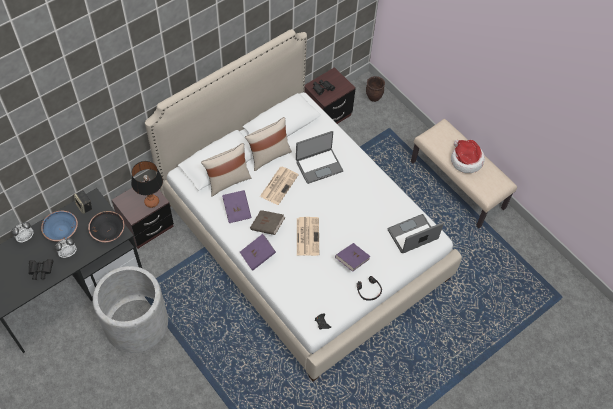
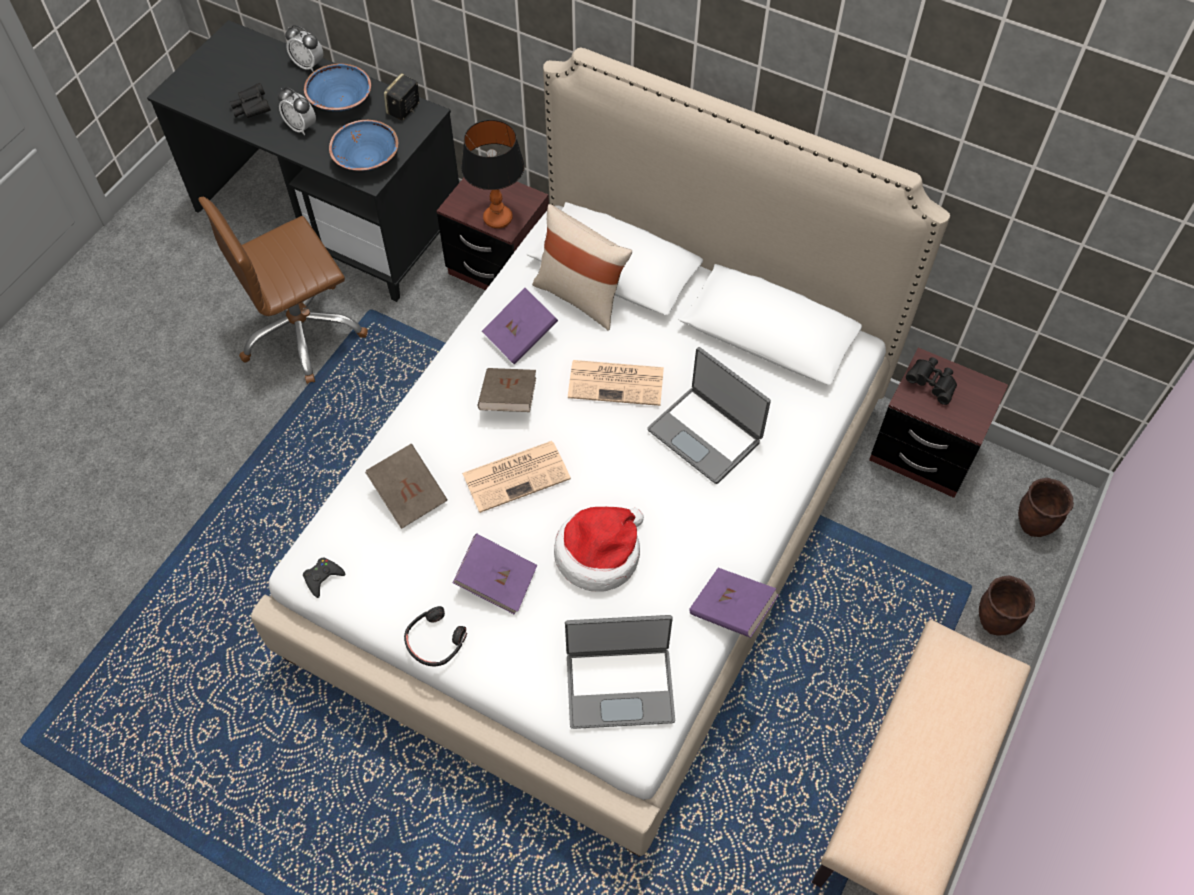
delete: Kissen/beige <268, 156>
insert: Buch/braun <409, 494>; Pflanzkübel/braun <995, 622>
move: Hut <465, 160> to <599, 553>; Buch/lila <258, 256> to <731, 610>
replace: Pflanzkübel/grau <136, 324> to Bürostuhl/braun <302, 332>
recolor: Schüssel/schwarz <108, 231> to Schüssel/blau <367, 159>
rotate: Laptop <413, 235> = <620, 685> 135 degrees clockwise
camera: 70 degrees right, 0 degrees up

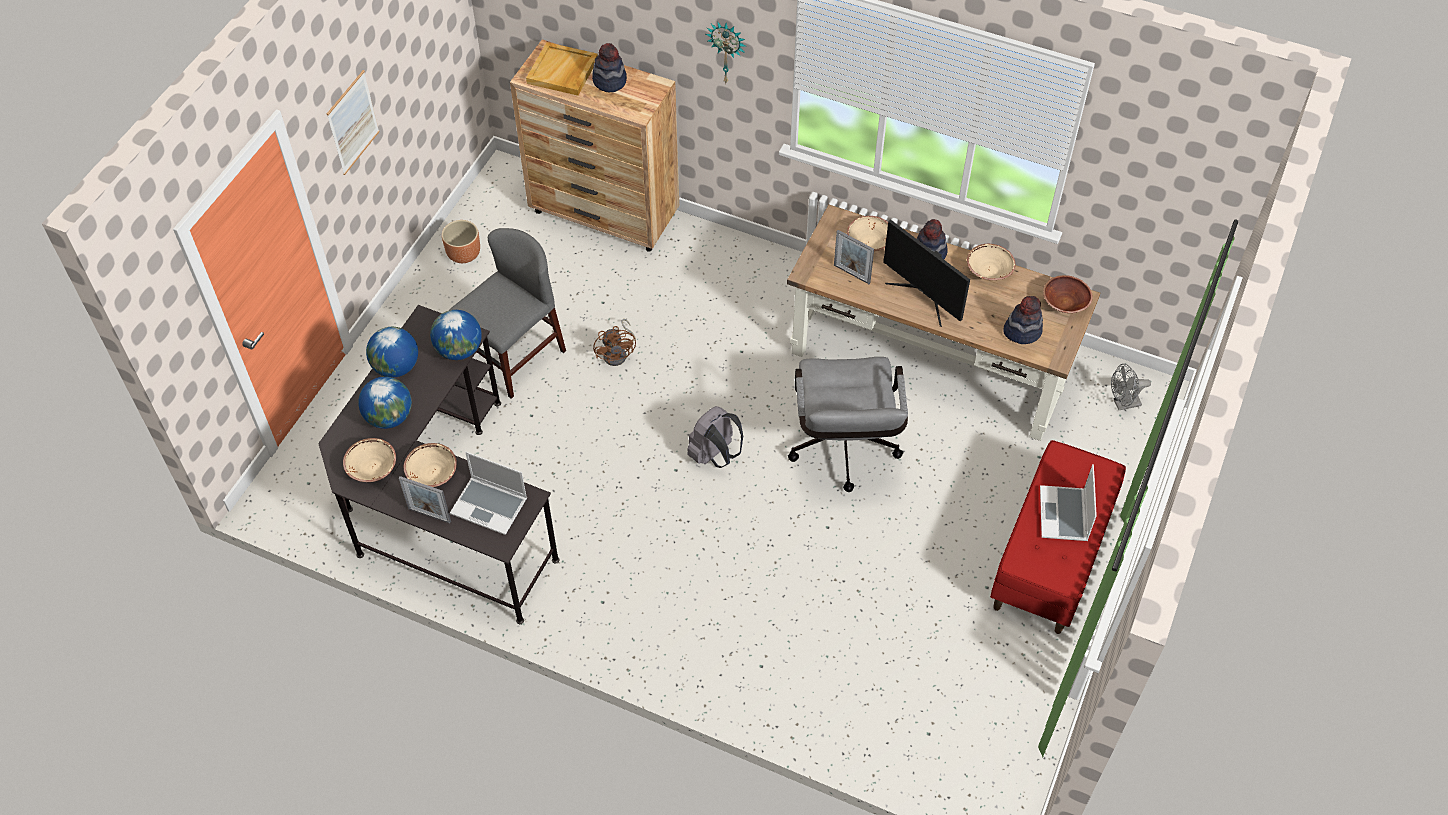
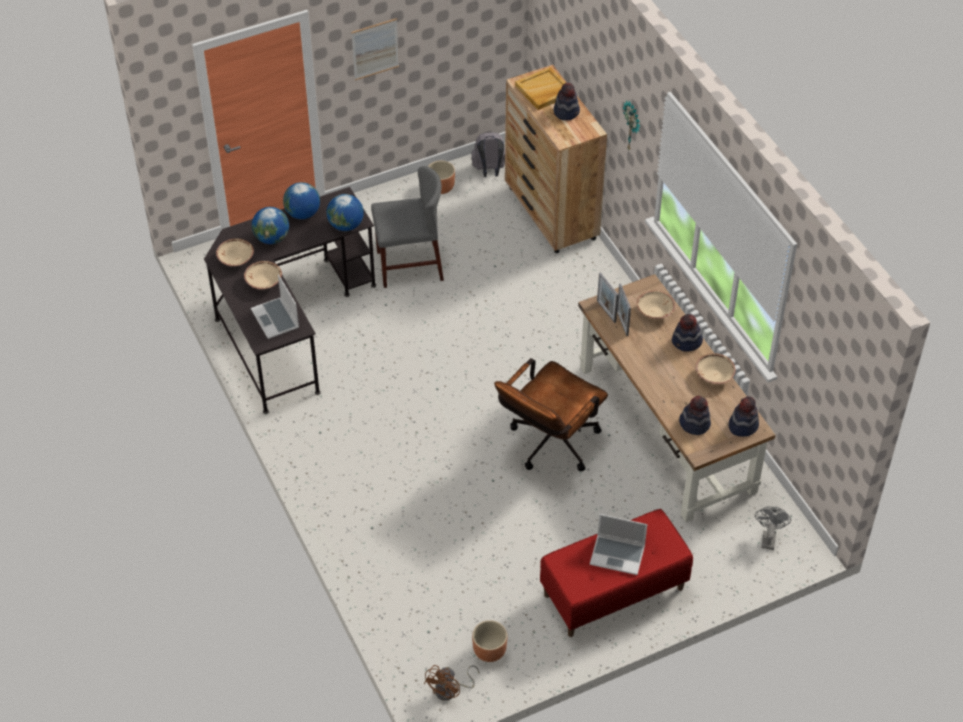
delete: Monitor <924, 296>
insert: Pflanzkübel/braun <489, 651>
move: Ventilator/braun <618, 353> to <450, 690>; Rucksack/grau <715, 455> to <489, 170>; Bilderrahmen <429, 515> to <606, 311>
replace: Schüssel/braun <1064, 303> to Hut <742, 425>
recolor: Bürostuhl/grau <843, 453> to Bürostuhl/braun <549, 446>
rotate: Ventilator/grau <1123, 404> = <768, 537> 75 degrees clockwise; Laptop <1064, 515> = <618, 555> 120 degrees counterclockwise
camera: 40 degrees right, 5 degrees down

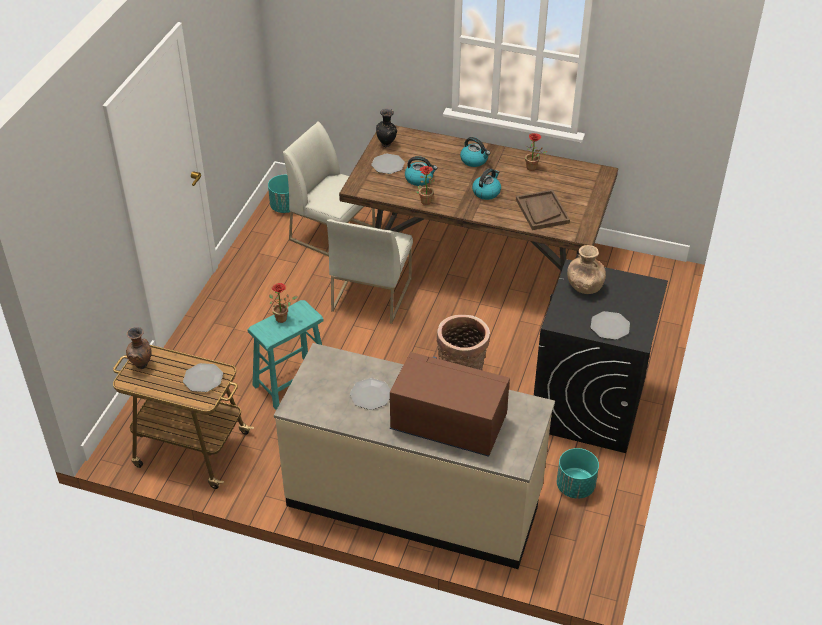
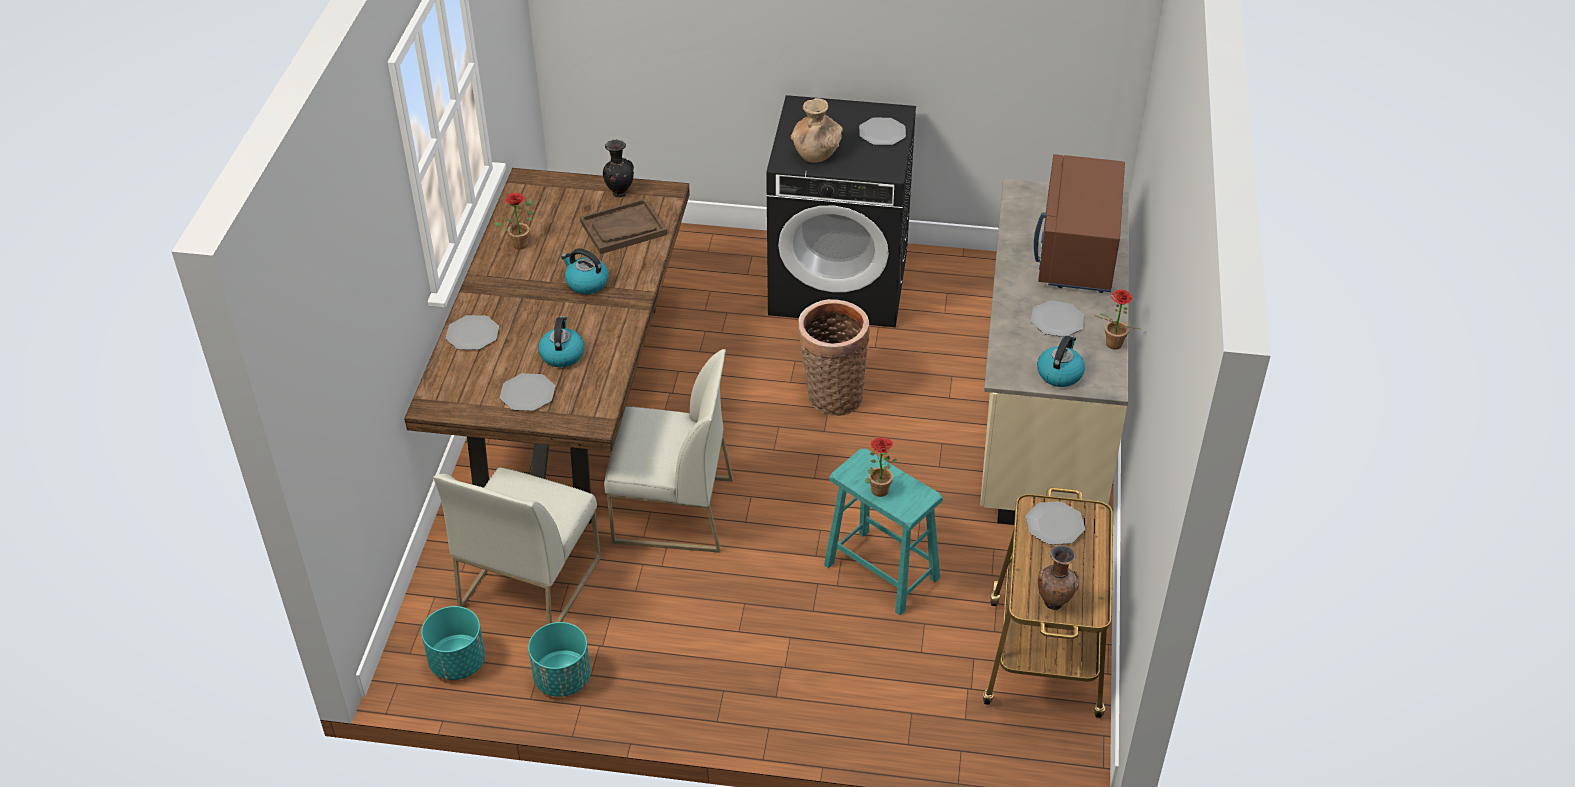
insert: Teller <472, 334>
move: Vase/schwarz <387, 144> to <619, 193>; Wasserkessel <474, 160> to <1059, 373>; Topfpflanze <425, 200> to <1111, 345>; Pflanzkübel/türkis <575, 487> to <563, 678>
camera: 100 degrees left, 0 degrees up

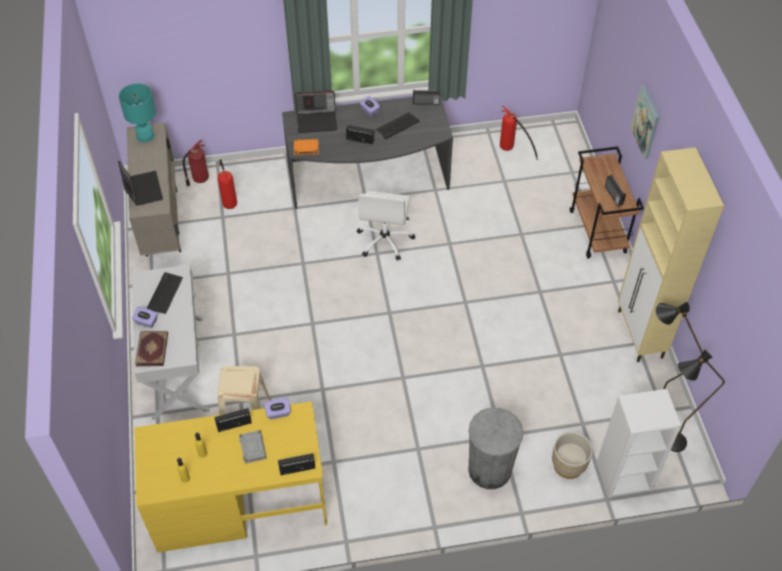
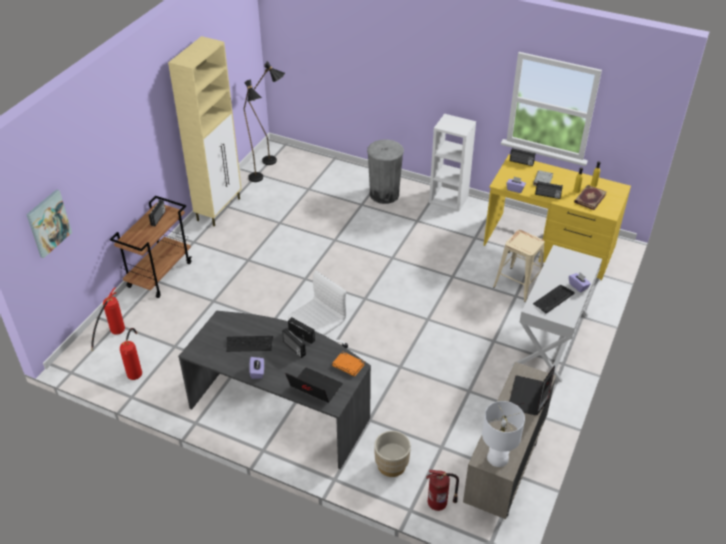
move: Bild <646, 122> to <48, 223>; Radio <426, 103> to <302, 335>; Feuerlöscher <228, 198> to <113, 336>; Buch <153, 349> to <589, 198>; Bücherregal/weiß <623, 476> to <449, 199>; Pflanzkübel/beige <568, 465> to <391, 465>
recolor: Tischlampe/türkis <145, 135> to Tischlampe/weiß <497, 458>
camera: 145 degrees left, 10 degrees down

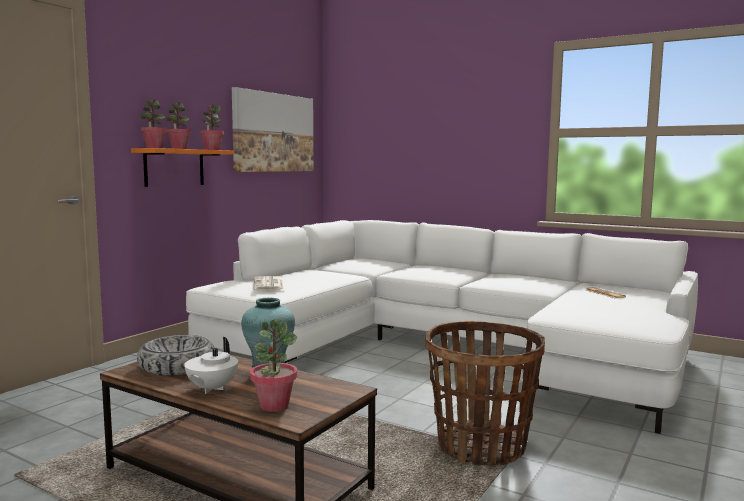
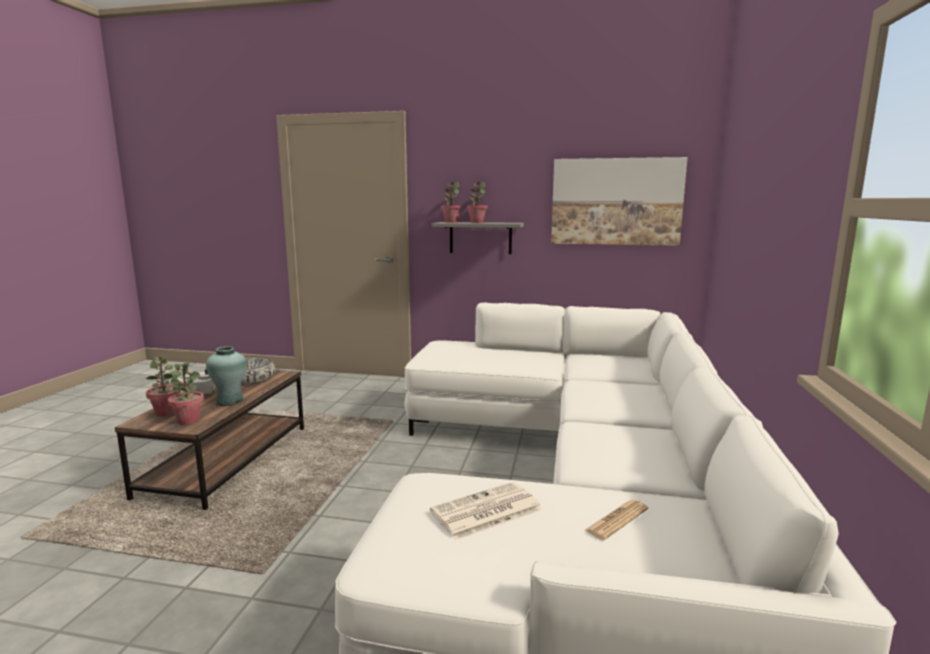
delete: Korb <481, 447>
move: Topfpflanze <212, 149> to <188, 420>; Zeitung <268, 285> to <485, 512>
recolor: Wandregal/orange <174, 167> to Wandregal/grau <480, 238>
camera: 70 degrees right, 5 degrees up

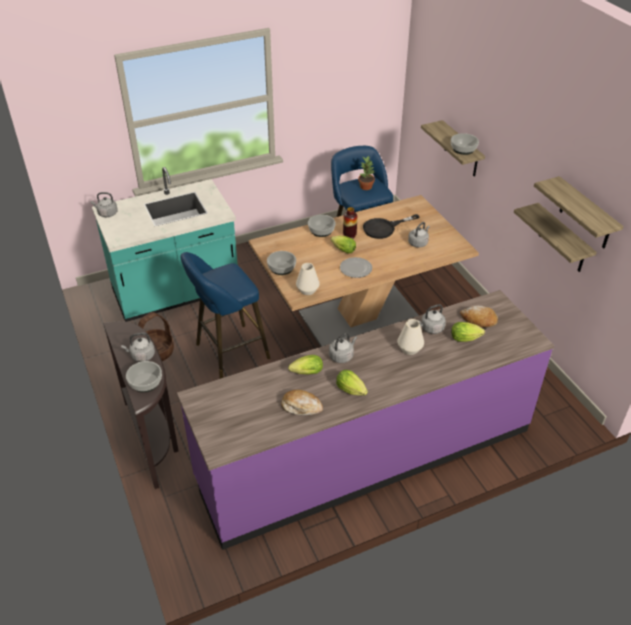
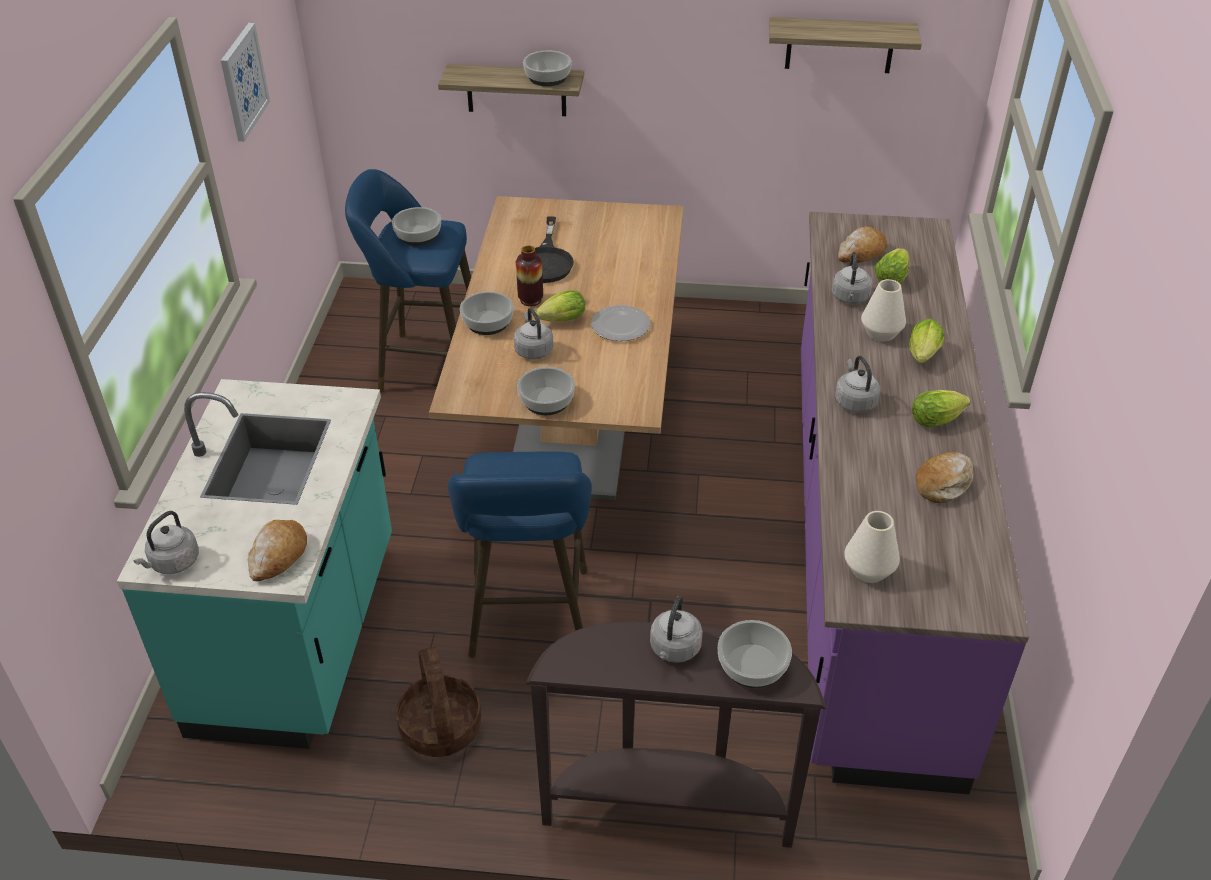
delete: Wandregal <562, 239>
insert: Bild <243, 81>; Brot <278, 555>
move: Wasserkessel/grau <418, 243> to <533, 350>; Vase/weiß <307, 290> to <869, 570>; Salatkopf <305, 373> to <922, 357>
replace: Topfpflanze <365, 186> to Schüssel <417, 235>
camera: 60 degrees left, 0 degrees up

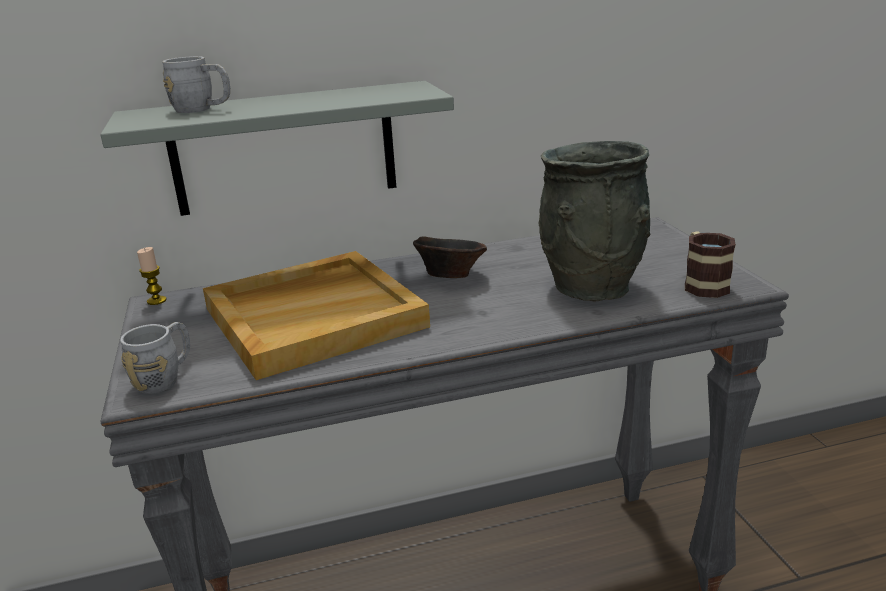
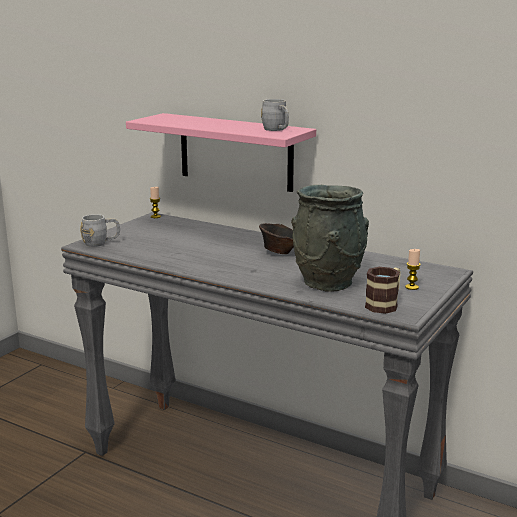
delete: Tablett/beige <315, 316>
insert: Kerze <411, 287>
move: Henkelbecher/grau <202, 109> to <277, 130>
recolor: Wandregal/grau <284, 149> to Wandregal/rosa <235, 152>
camera: 45 degrees right, 5 degrees down

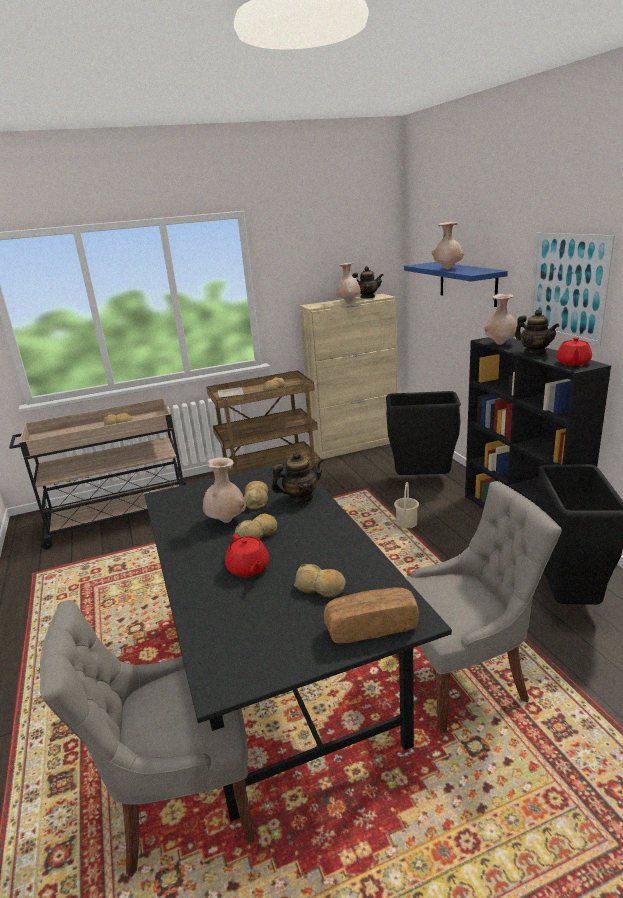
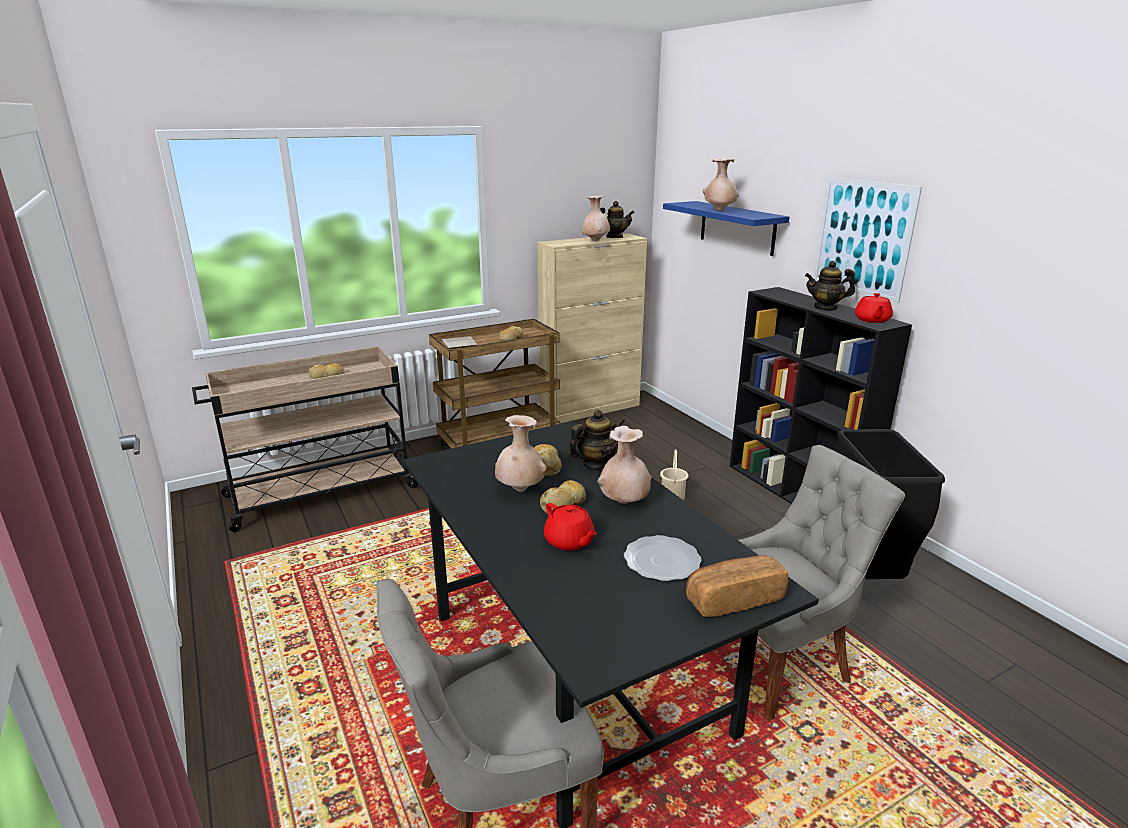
delete: Mülleimer/schwarz <422, 480>
move: Vase/beige <500, 344> to <623, 502>
replace: Brot <320, 588> to Teller <661, 560>
rotate: Teekanne <534, 352> = <826, 308> 135 degrees clockwise
camera: 10 degrees left, 0 degrees up

